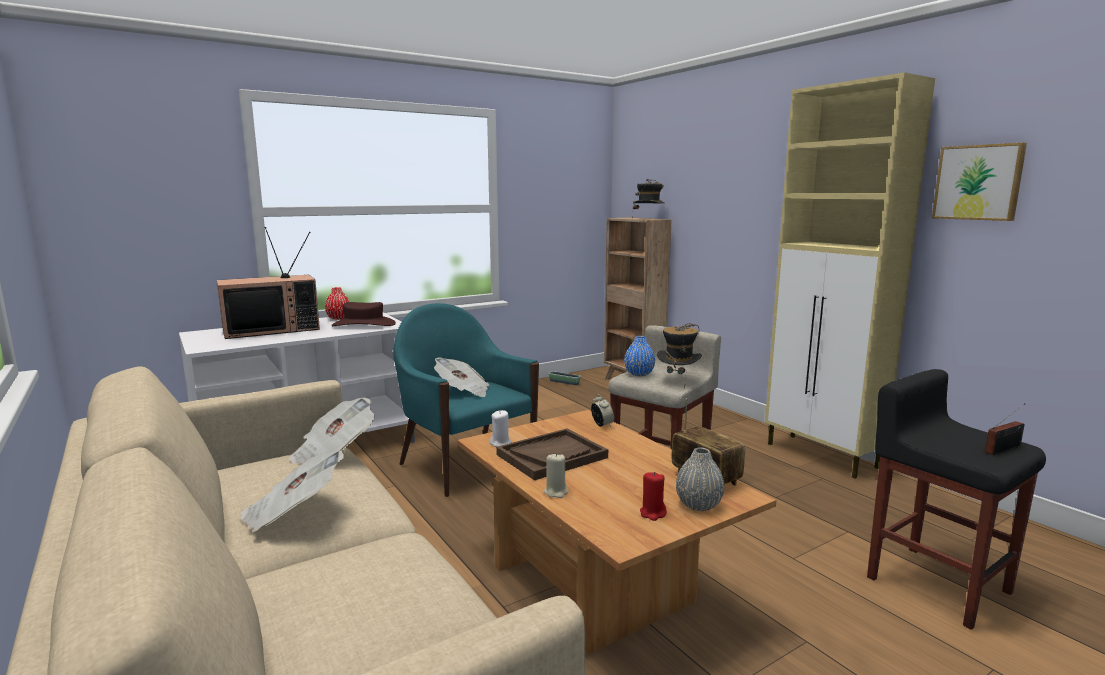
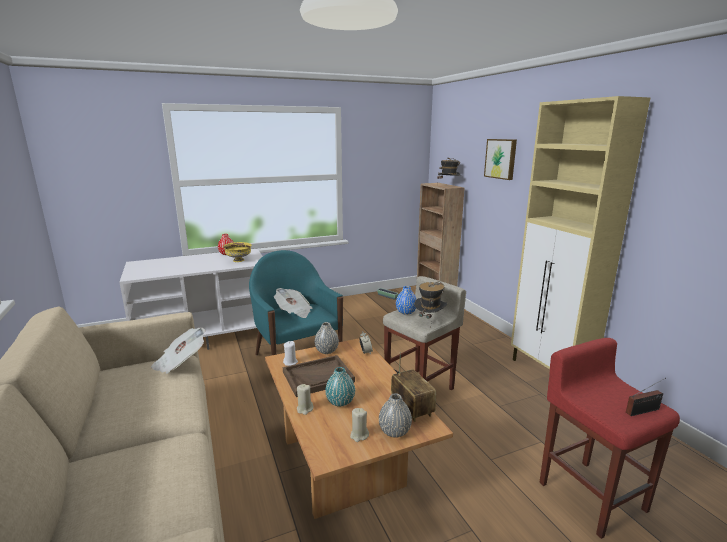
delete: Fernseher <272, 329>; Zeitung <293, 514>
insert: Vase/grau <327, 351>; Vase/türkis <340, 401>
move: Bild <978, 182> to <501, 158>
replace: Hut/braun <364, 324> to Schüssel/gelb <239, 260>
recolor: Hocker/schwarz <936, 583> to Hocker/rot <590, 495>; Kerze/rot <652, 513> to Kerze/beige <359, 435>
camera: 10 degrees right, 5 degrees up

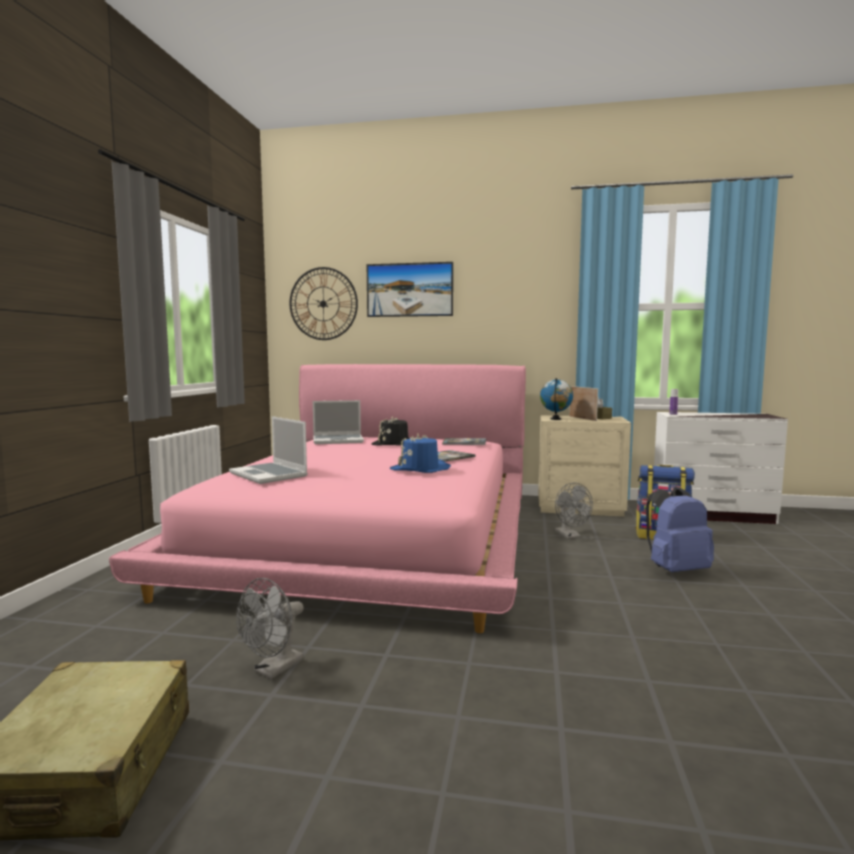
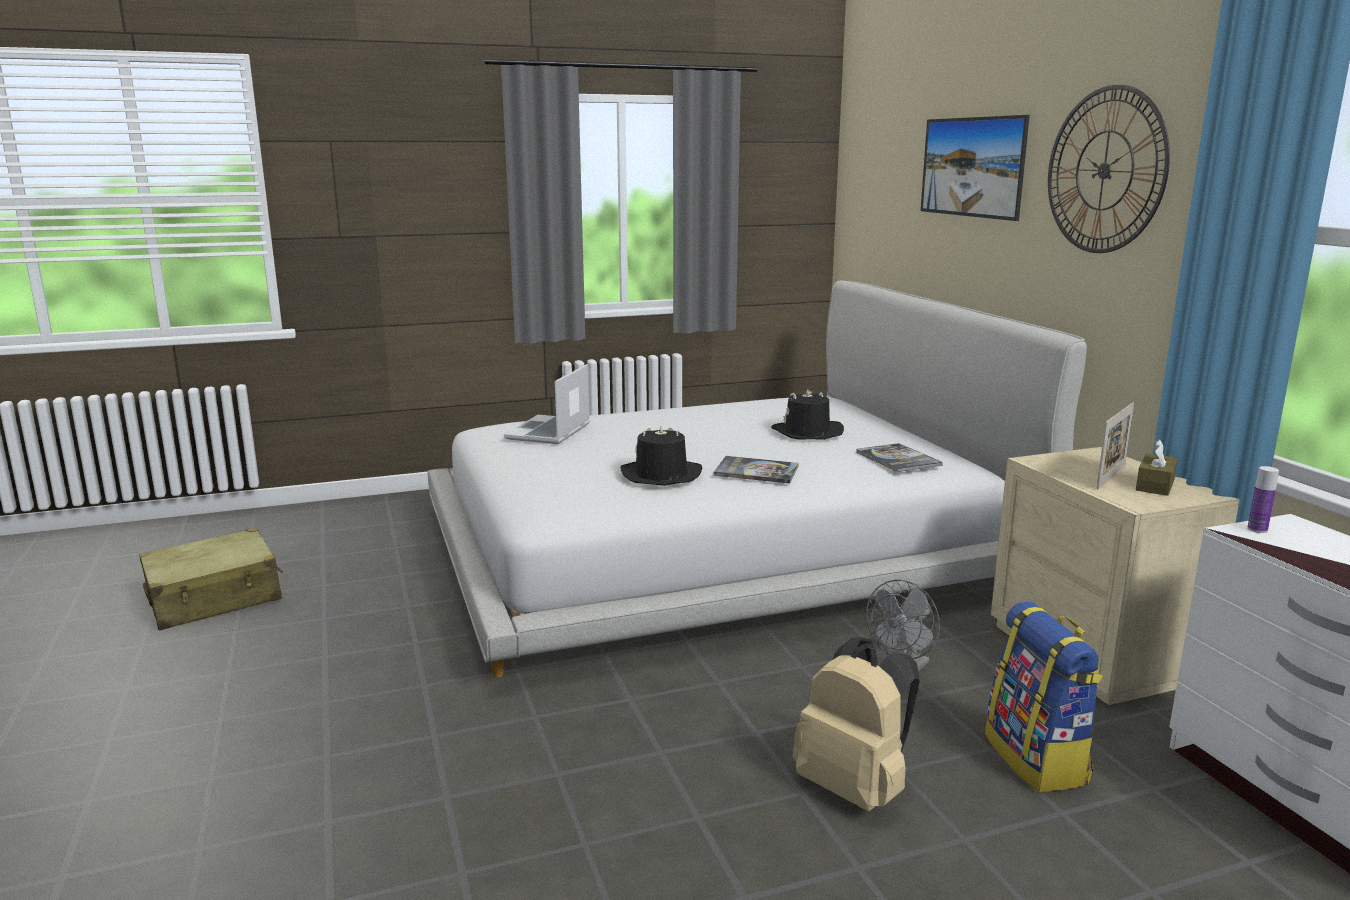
delete: Globus <556, 419>; Laptop <338, 440>; Ventilator/grau <273, 670>
move: Wanduhr <323, 304> to <1104, 170>
recolor: Bett/rosa <374, 535> to Bett/weiß <717, 549>; Hut/blau <420, 469> to Hut/schwarz <661, 475>; Rucksack/blau <675, 570> to Rucksack/beige <855, 788>
camera: 60 degrees right, 10 degrees up

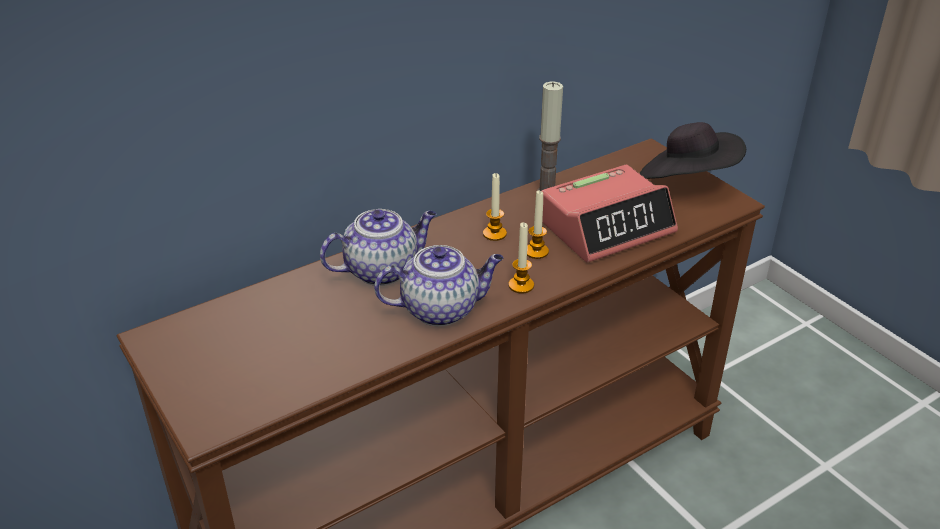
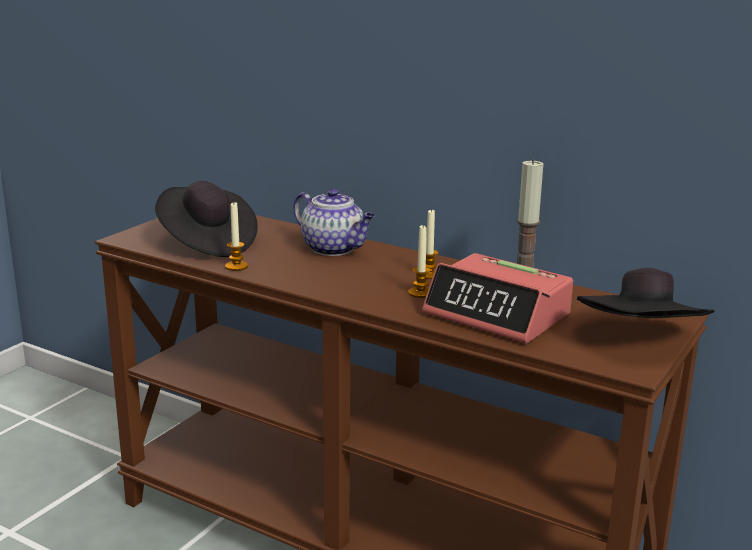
delete: Teekanne <441, 309>
insert: Hut/schwarz <206, 243>
move: Kerze <521, 285> to <236, 266>
camera: 65 degrees right, 15 degrees down

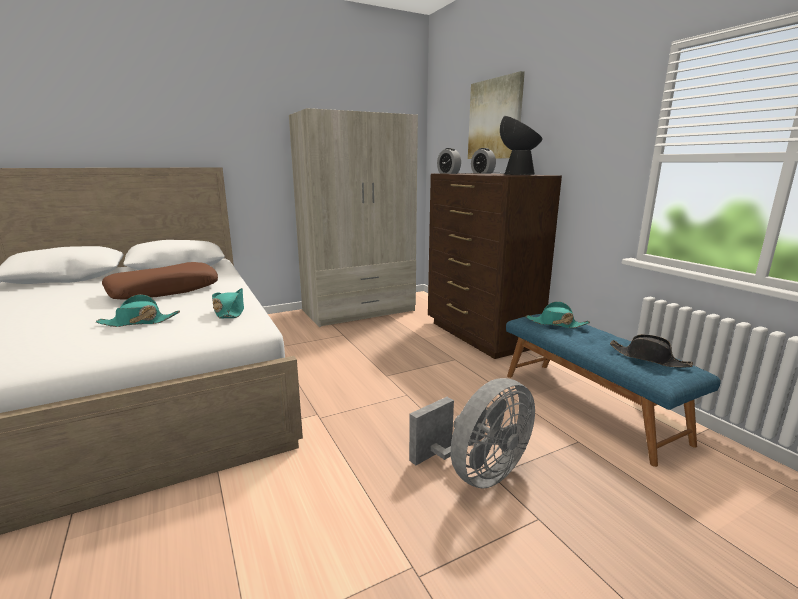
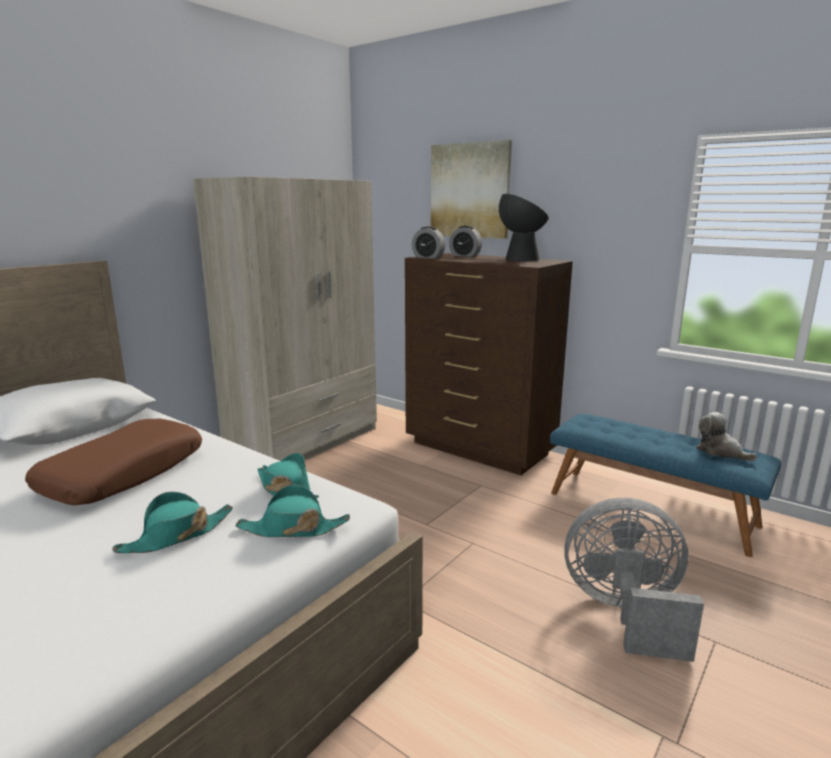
move: Hut/türkis <556, 324> to <293, 528>
replace: Hut/schwarz <648, 358> to Plüschtier <720, 451>
rotate: Ventilator/grau <477, 473> = <625, 613> 105 degrees counterclockwise
camera: 25 degrees left, 0 degrees up

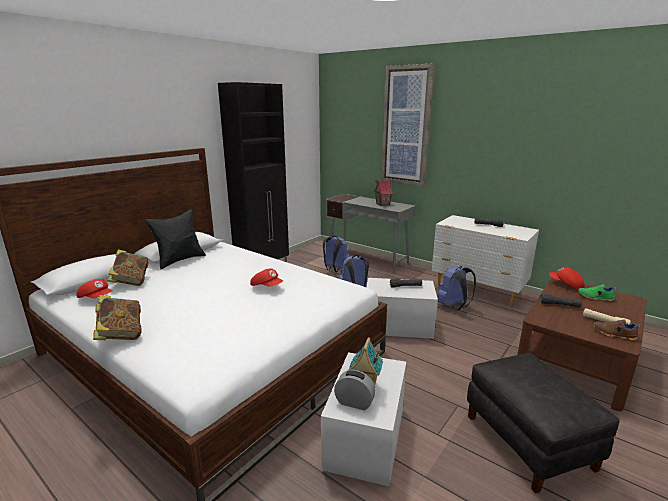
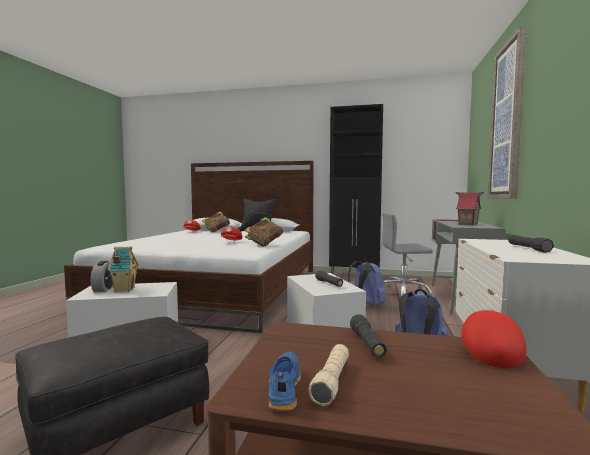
delete: Schuh/grün <595, 298>
move: Buch <120, 335> to <264, 244>
replace: Rucksack/blau <335, 269> to Bürostuhl/grau <403, 293>
recolor: Schuh/braun <614, 334> to Schuh/blau <283, 388>
camera: 65 degrees right, 15 degrees down

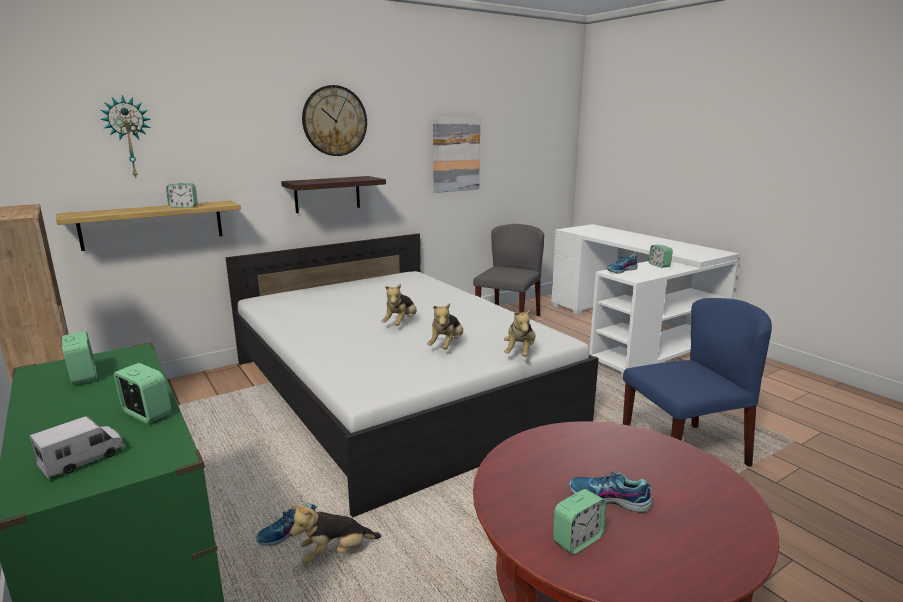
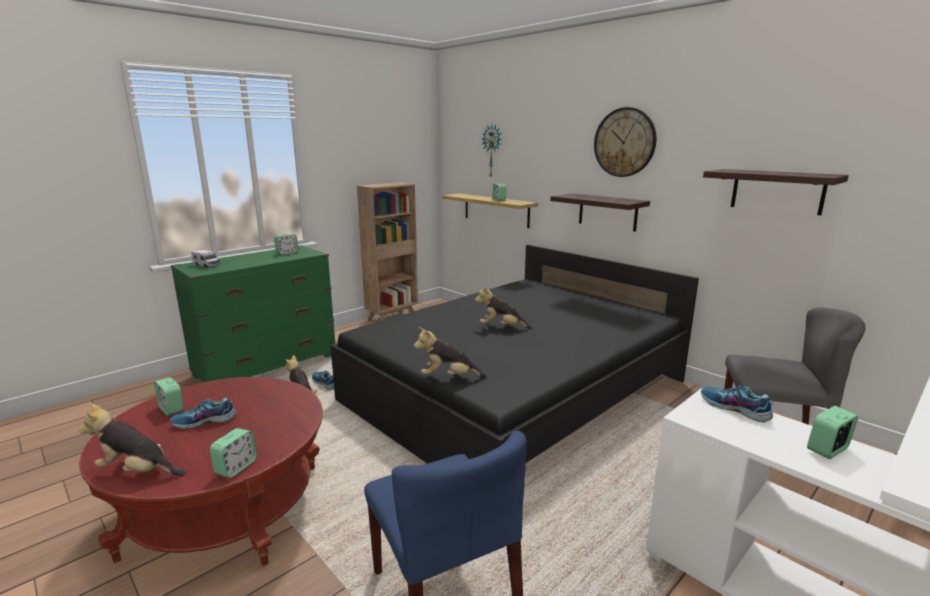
move: Plüschtier <446, 346> to <137, 471>; Wecker <146, 414> to <236, 467>
replace: Bild <455, 154> to Wandregal <777, 191>
recolor: Bett/weiß <396, 390> to Bett/schwarz <515, 390>
rotate: Schuh <609, 500> = <204, 421> 120 degrees counterclockwise
camera: 80 degrees right, 0 degrees up

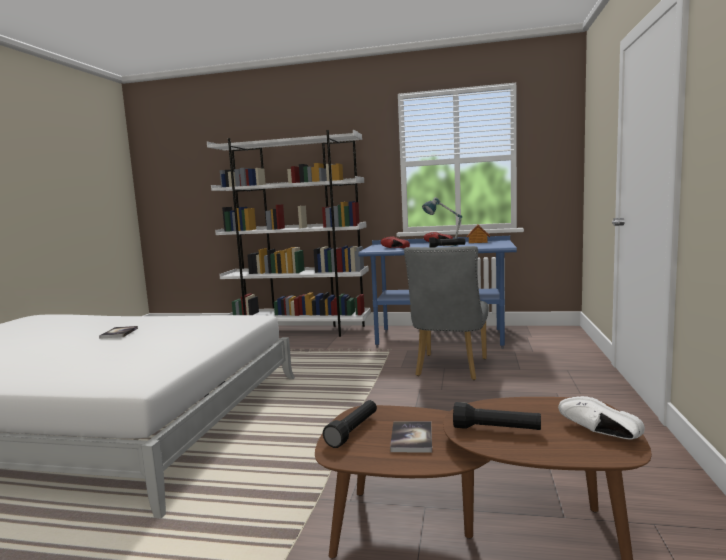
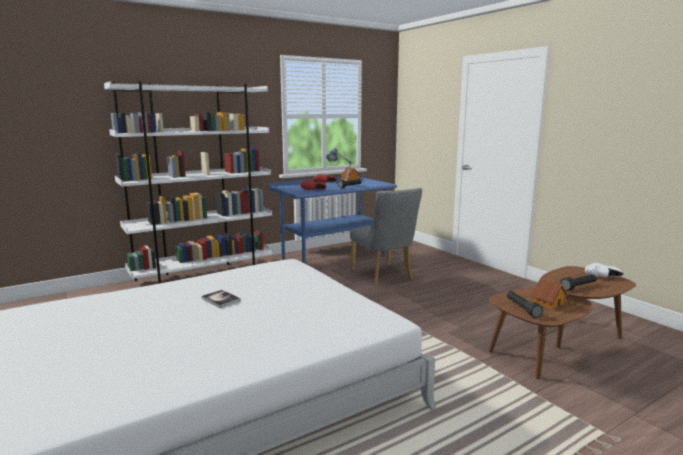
replace: Buch <411, 438> to Spielzeughaus <548, 303>
camera: 45 degrees left, 5 degrees up

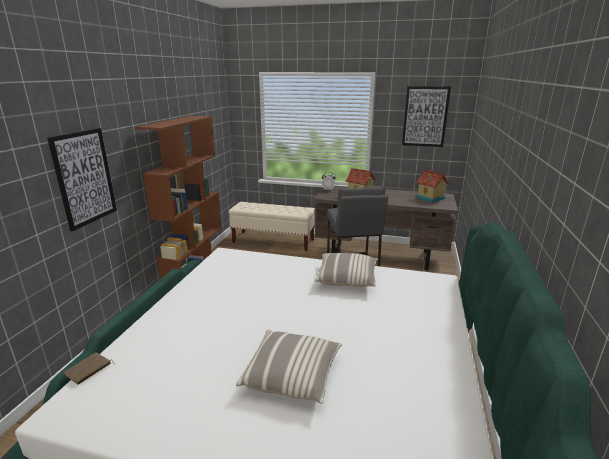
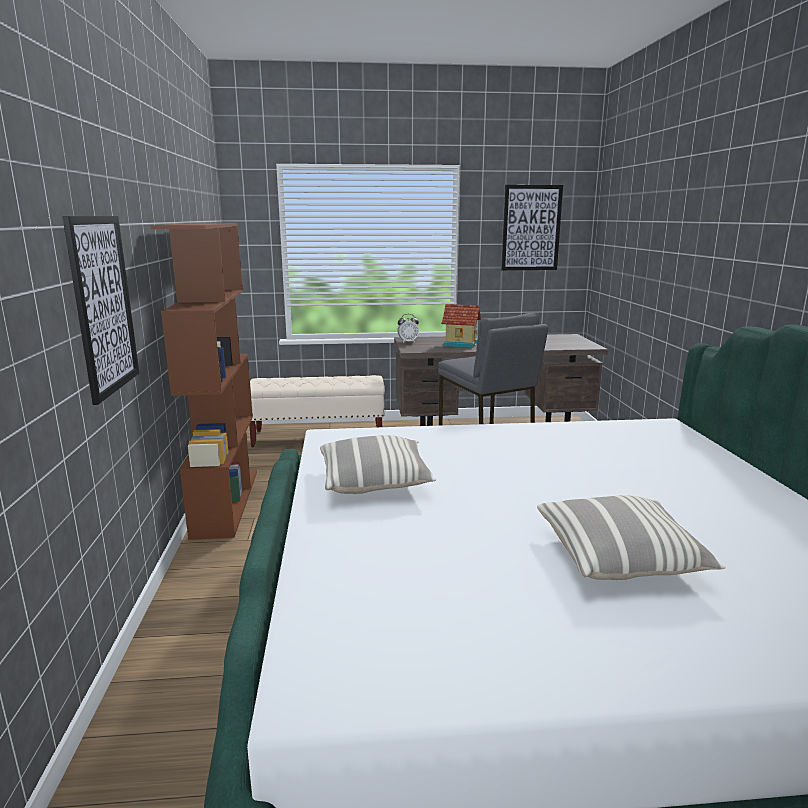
delete: Spielzeughaus <430, 198>; Buch/braun <89, 370>
move: Kissen <347, 279> to <375, 481>
camera: 20 degrees left, 5 degrees down

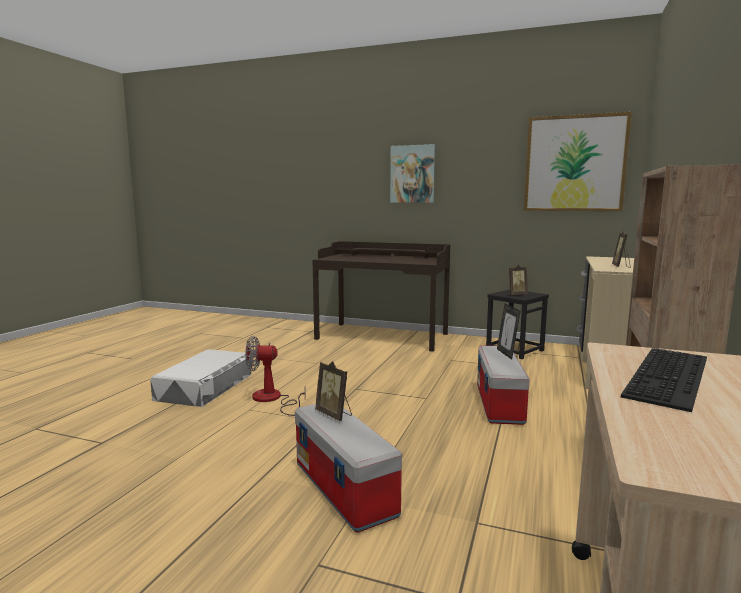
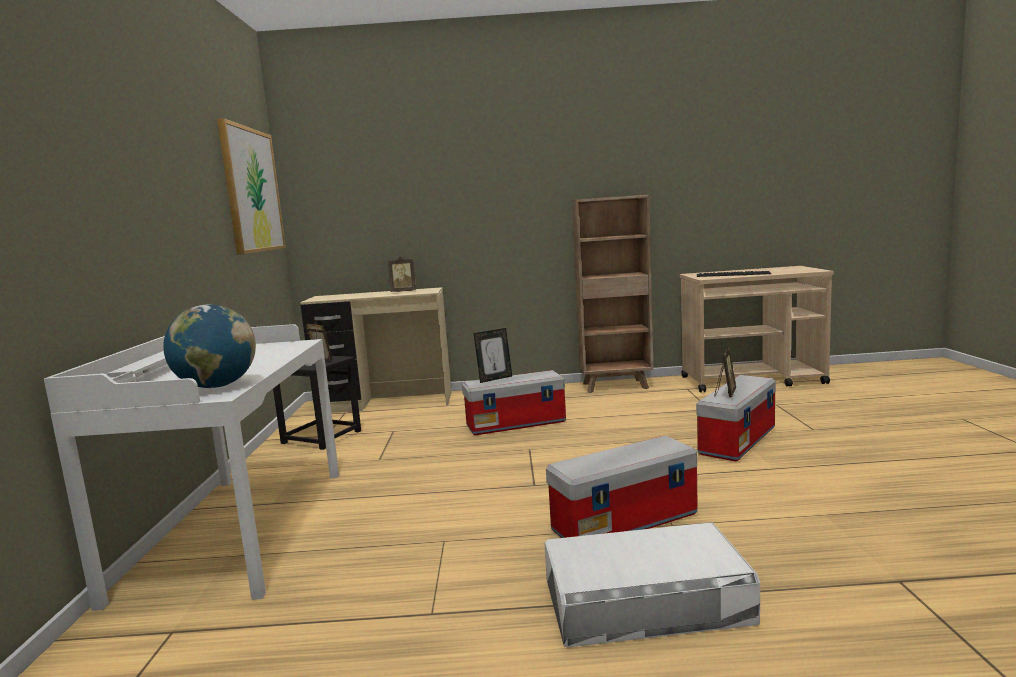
delete: Bild <412, 174>
insert: Globus <217, 386>
replace: Ventilator <272, 399> to Aufbewahrungsbox <626, 521>
recolor: Schreibtisch/braun <382, 336> to Schreibtisch/weiß <237, 529>
camera: 110 degrees left, 0 degrees up

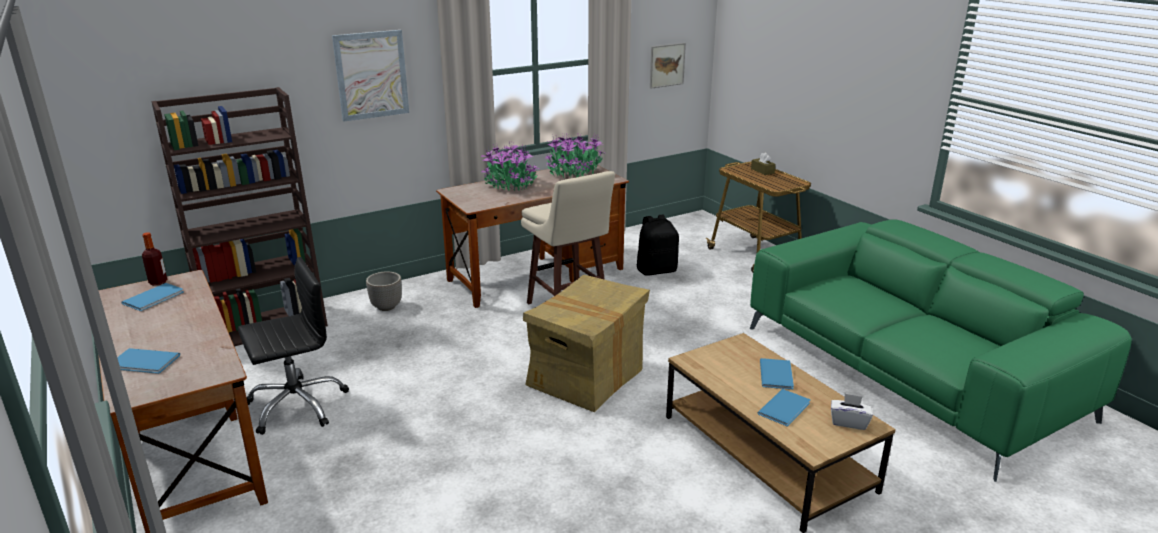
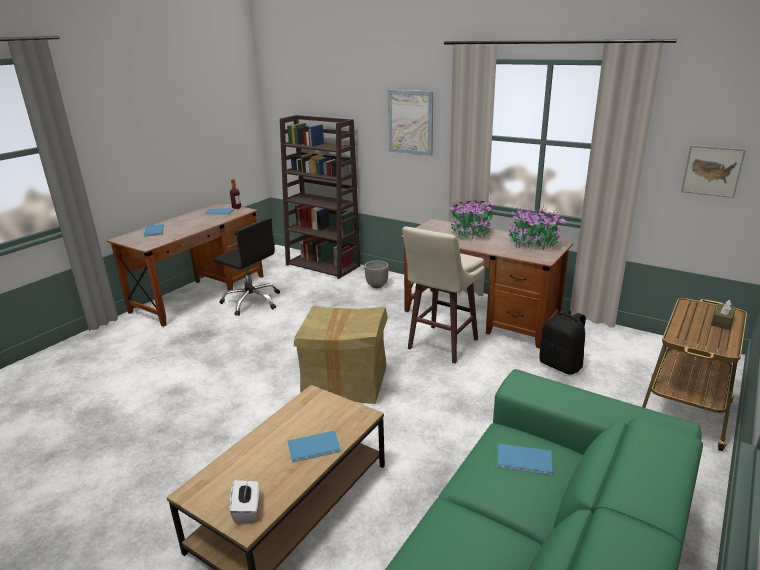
move: Buch/blau <786, 408> to <525, 461>
camera: 65 degrees right, 0 degrees up

